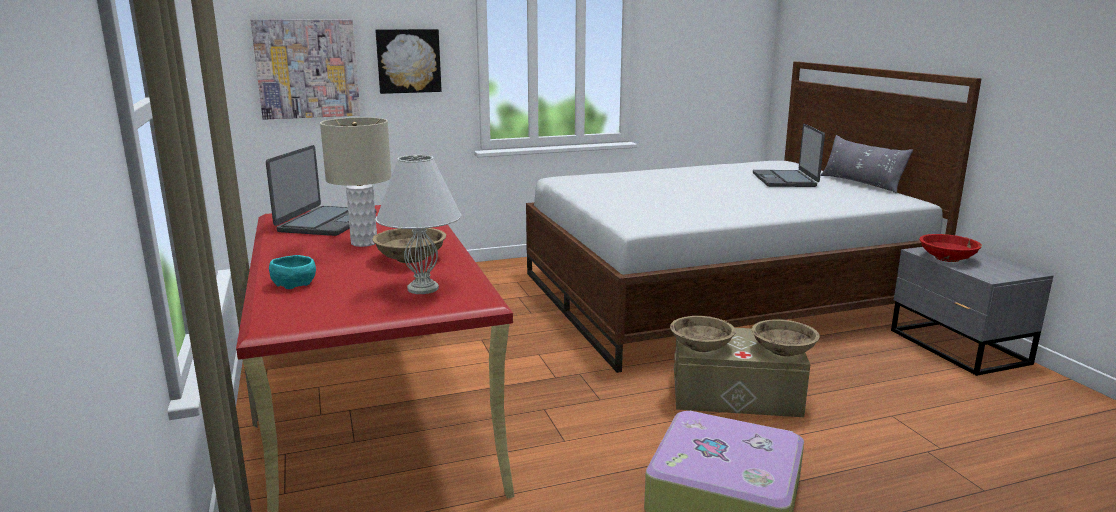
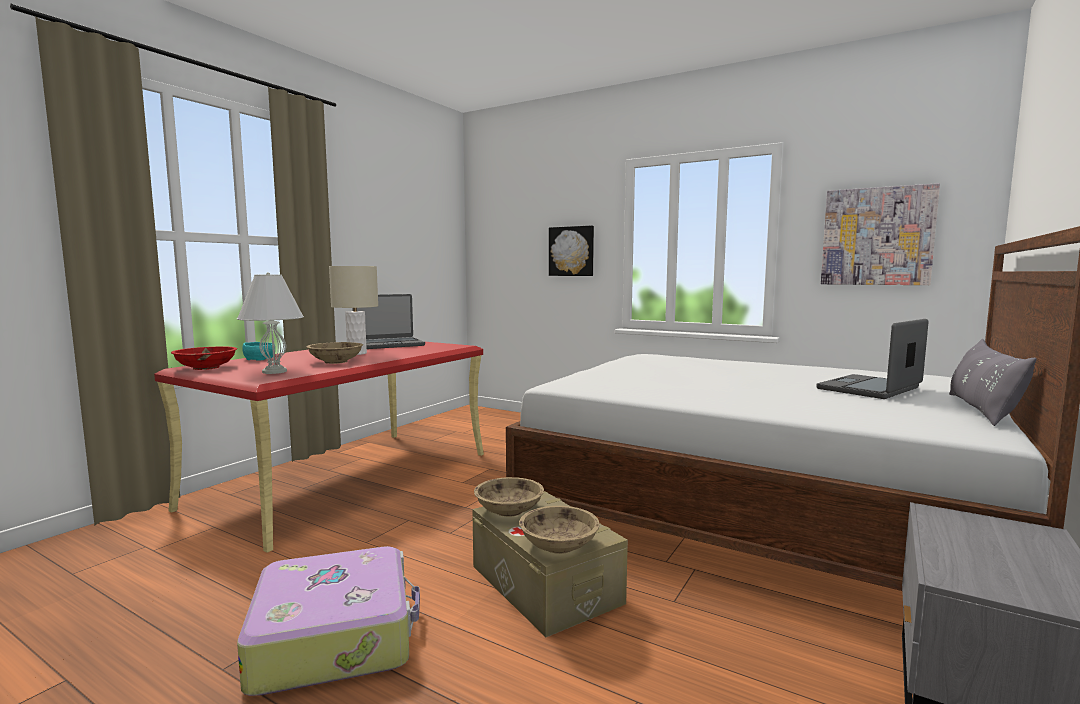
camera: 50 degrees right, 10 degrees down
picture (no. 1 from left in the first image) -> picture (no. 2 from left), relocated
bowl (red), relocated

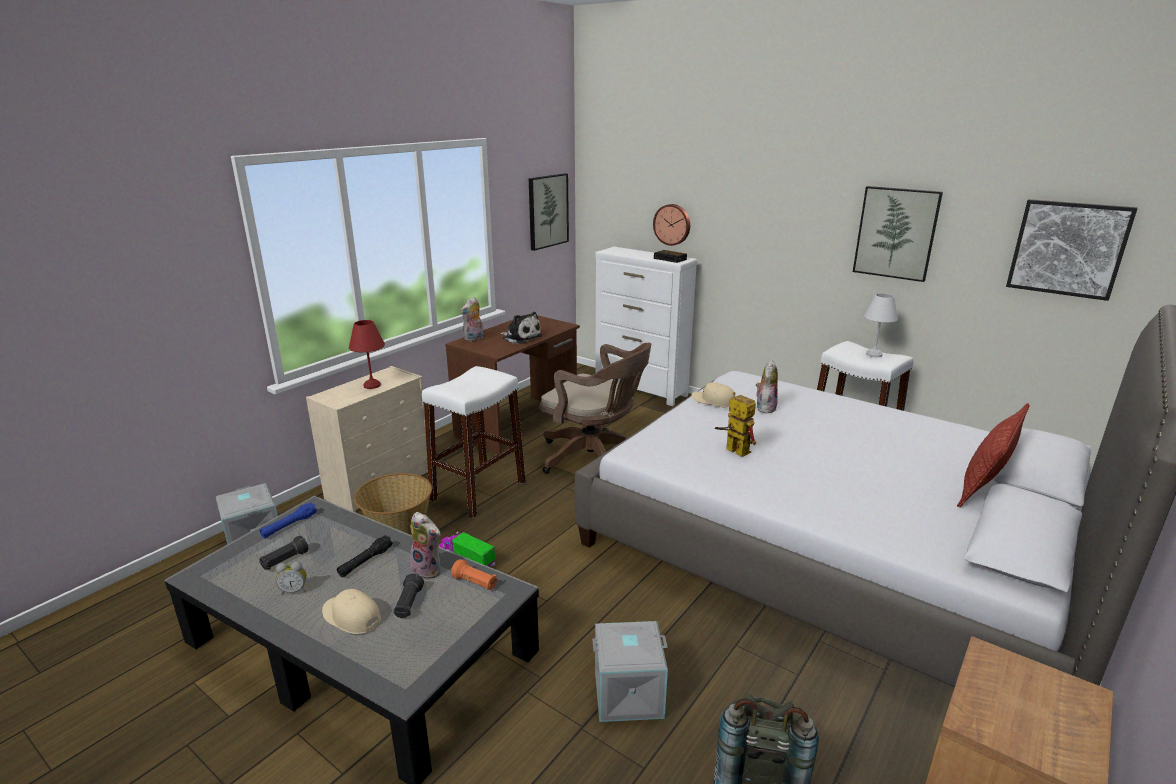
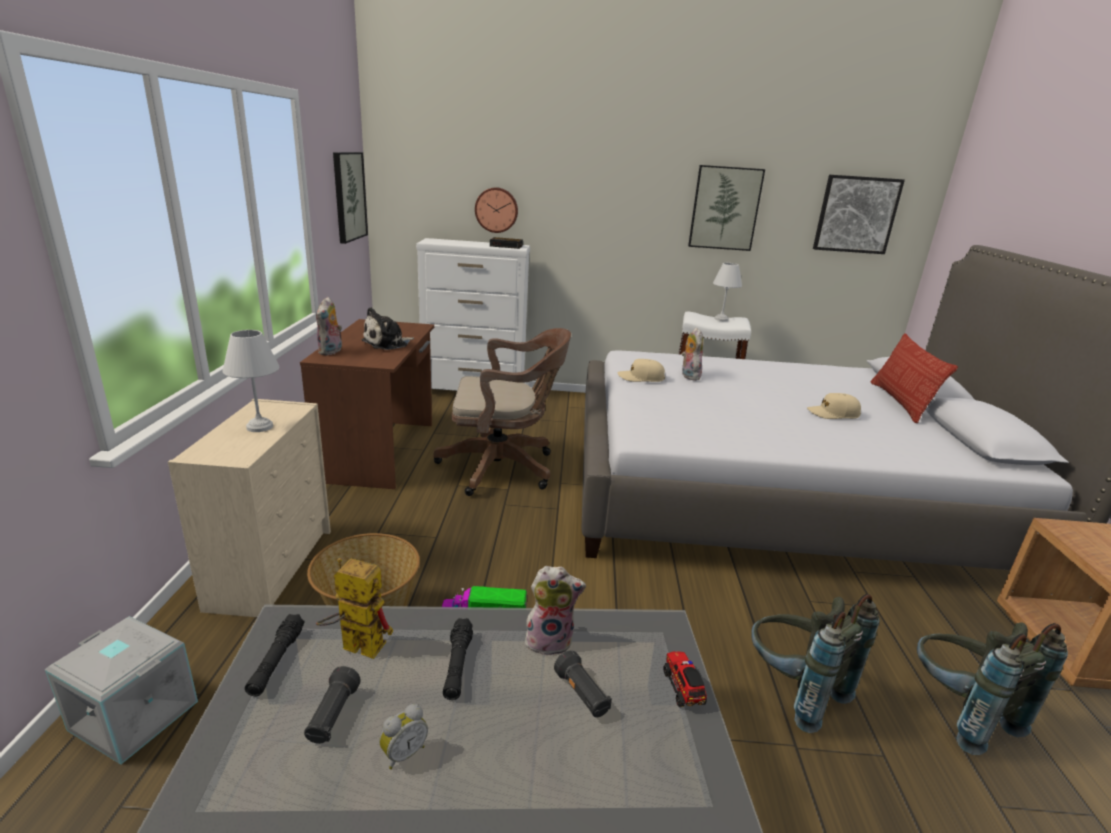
camera: 35 degrees left, 0 degrees up
stool (white) (no. 1 from left) -> none
flashlight (orange) -> none
none -> toy truck (no. 2 from left)
cap (beige) (no. 1 from left in the first image) -> cap (beige) (no. 2 from left), relocated
toy robot, relocated
storage box (grey) (no. 2 from left) -> backpack (grey) (no. 1 from left)
flashlight (blue) -> flashlight (black) (no. 1 from left)
table lamp (red) -> table lamp (white) (no. 1 from left)
plush toy (no. 3 from left in the first image) -> plush toy (no. 2 from left), 135 degrees clockwise

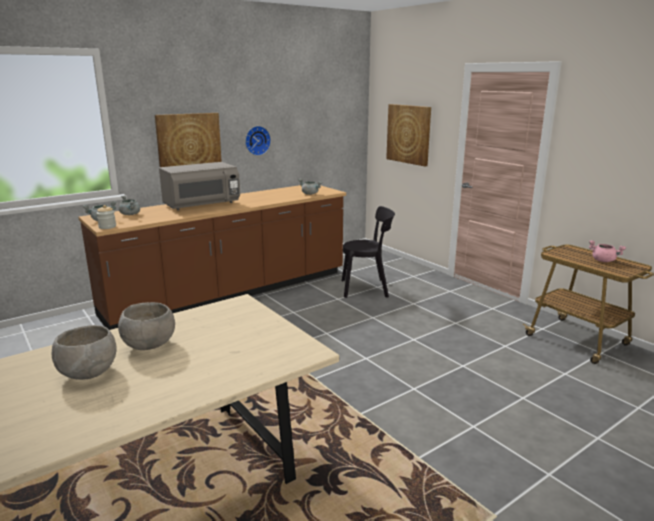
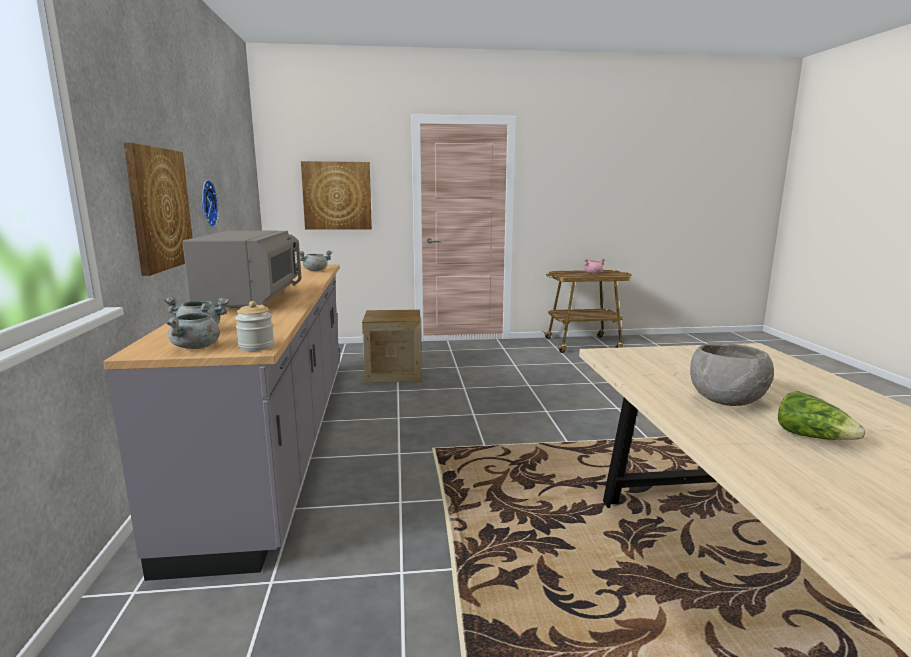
camera: 60 degrees left, 5 degrees down
bowl (grey) (no. 1 from left) -> lettuce
chair (black) -> crate
counter (brown) -> counter (grey)

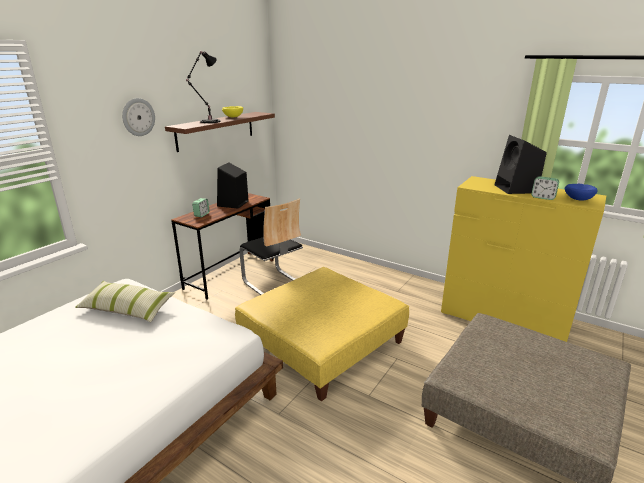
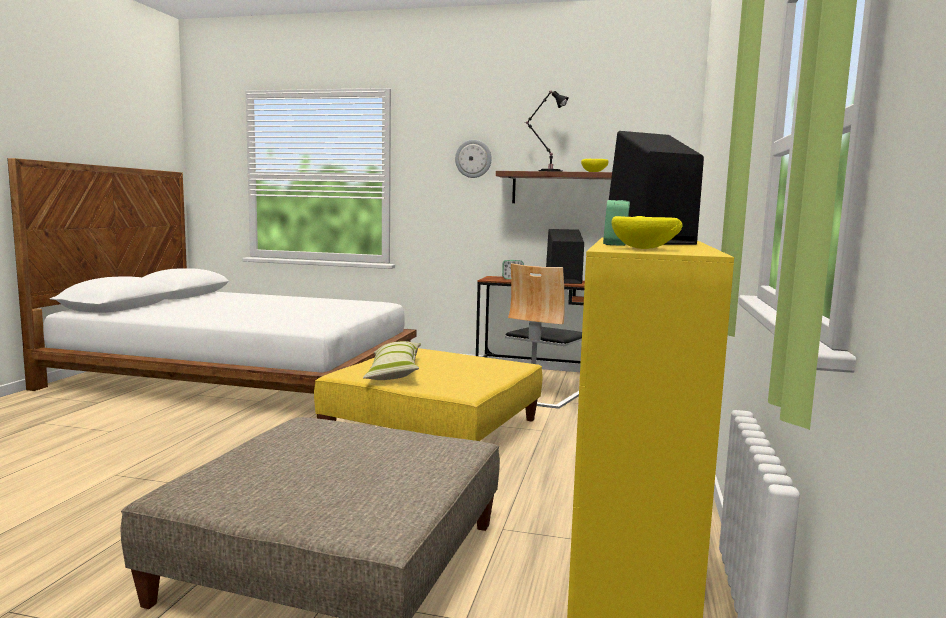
camera: 70 degrees right, 15 degrees down
pillow, relocated
bowl (blue) -> bowl (yellow) (no. 2 from left)

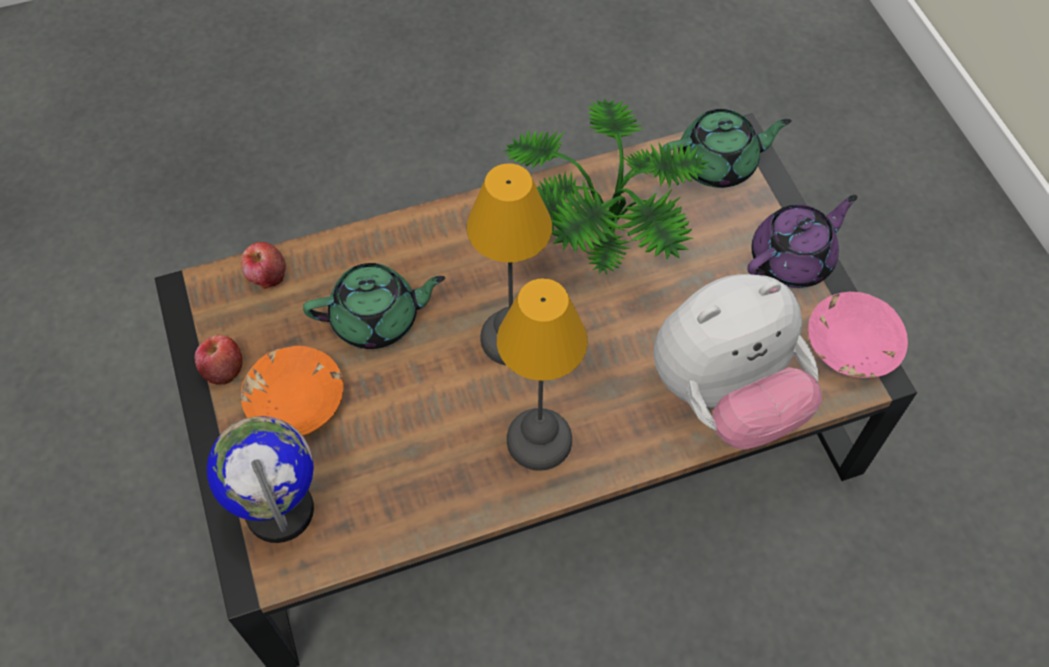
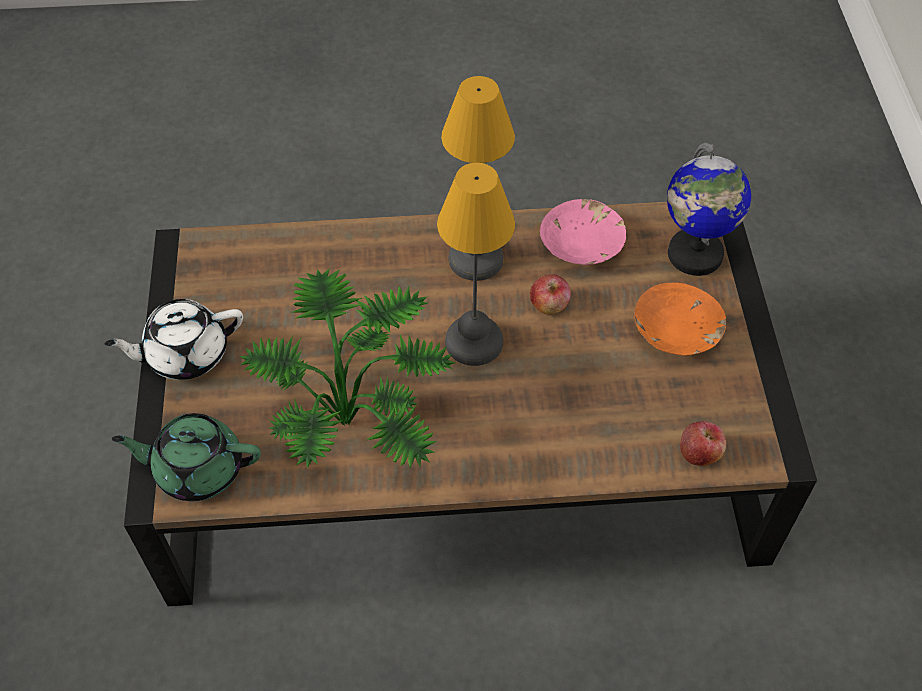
camera: 165 degrees left, 5 degrees down
teapot (green) (no. 1 from left) -> none
plush toy -> none
apple (no. 1 from left), relocated
bowl (pink), relocated
teapot (purple) -> teapot (white)

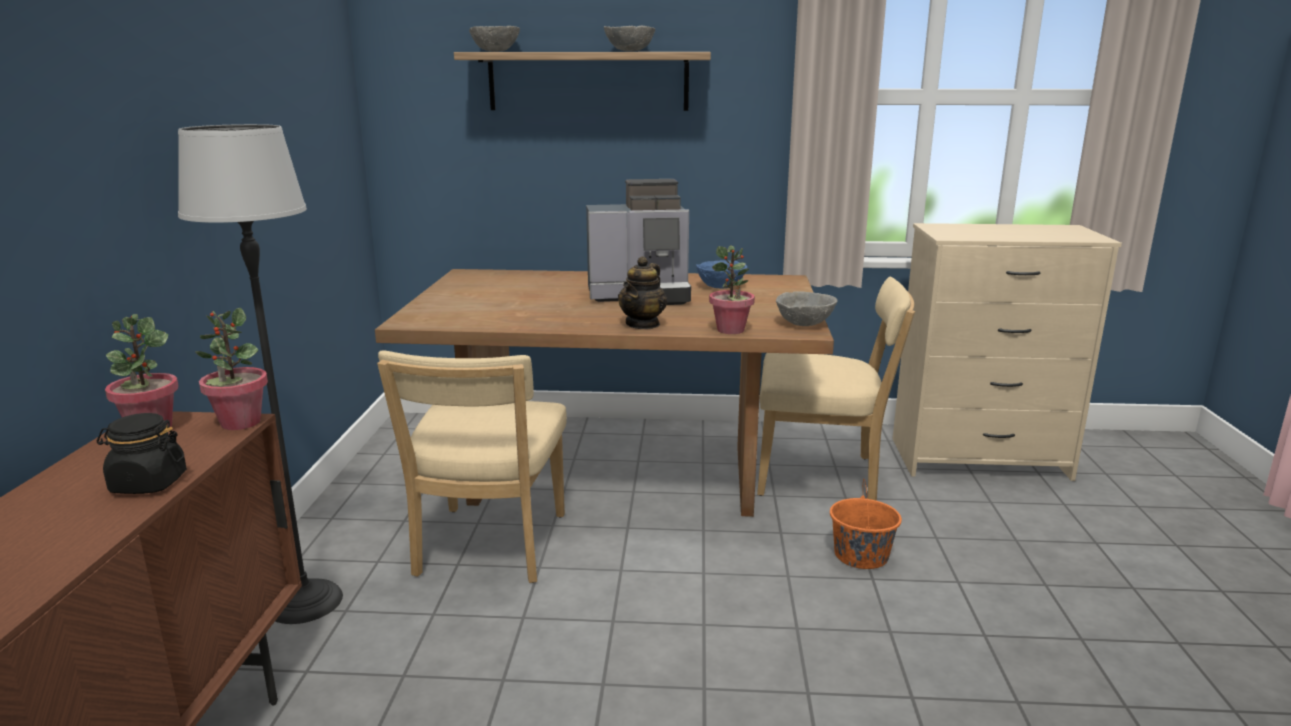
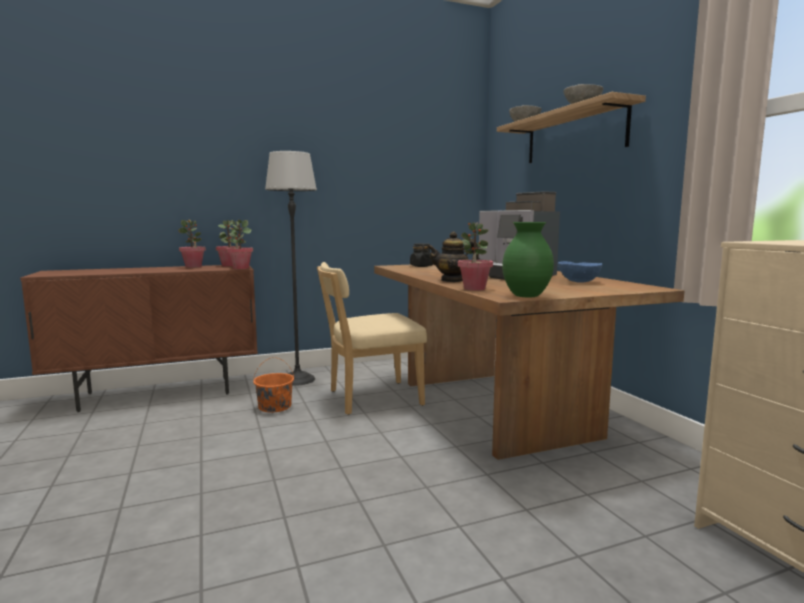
camera: 65 degrees right, 10 degrees down
chair (beige) (no. 2 from left) -> none
none -> potted plant (no. 1 from left)
jar (black), relocated
bucket (orange), relocated
bowl (grey) (no. 3 from left) -> vase (green)

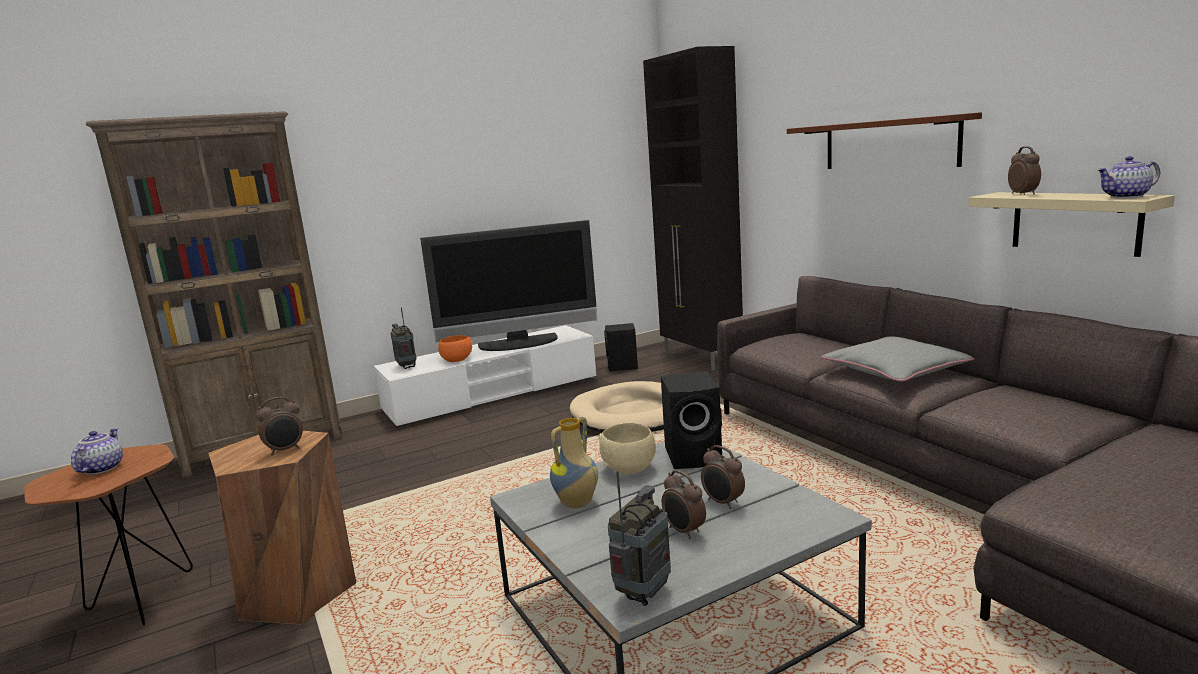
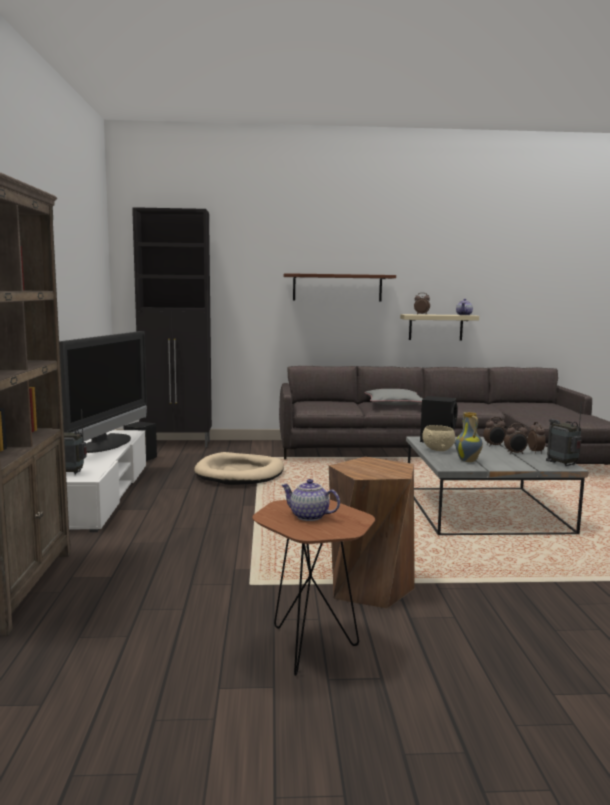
camera: 65 degrees left, 5 degrees down
bowl (orange) -> none
alarm clock (no. 1 from left in the first image) -> alarm clock (no. 4 from left), relocated

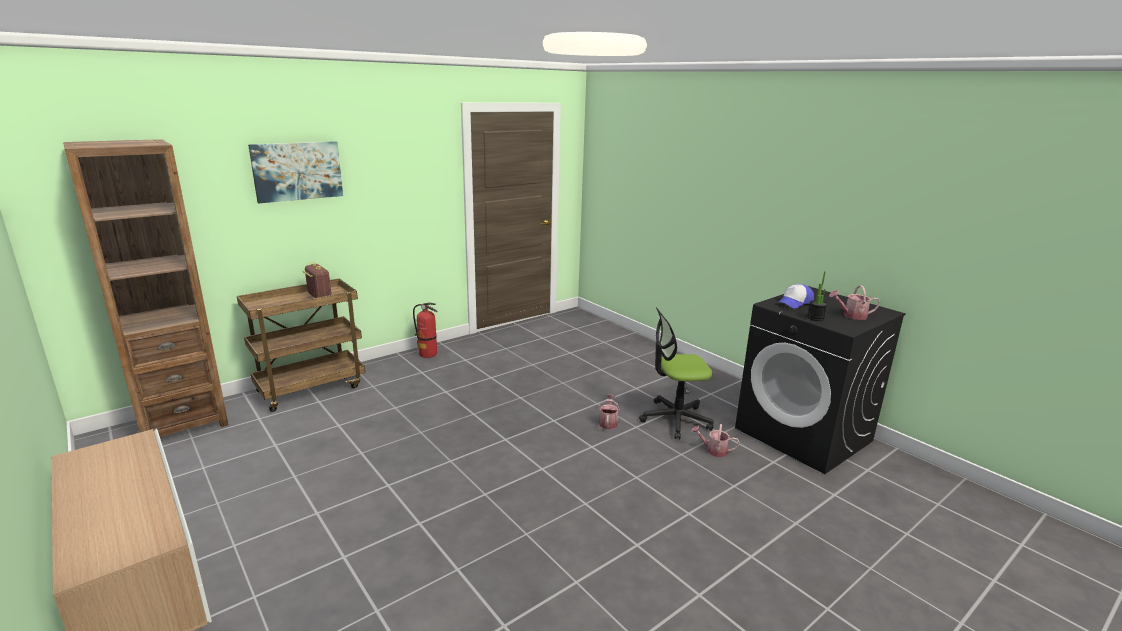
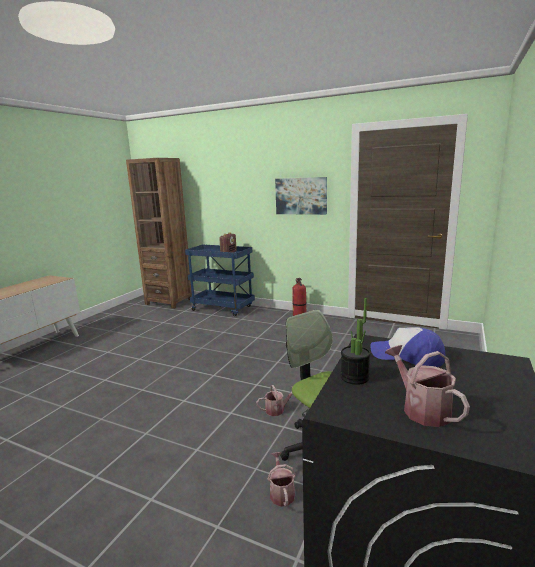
camera: 65 degrees right, 5 degrees down
picture, relocated
cart (brown) -> cart (blue)

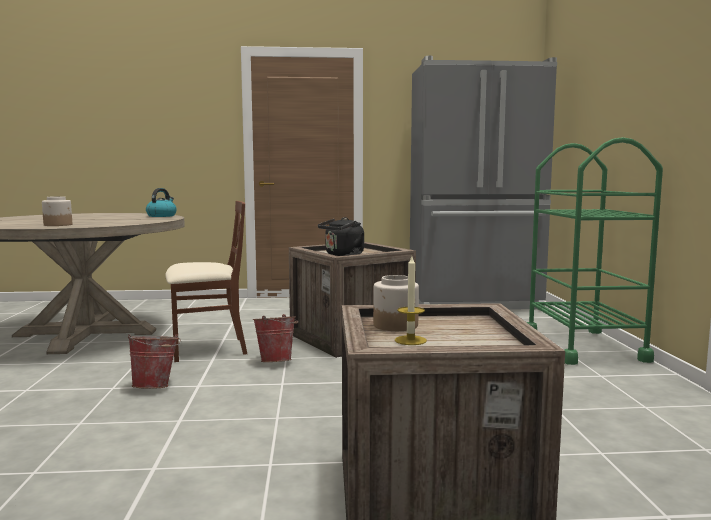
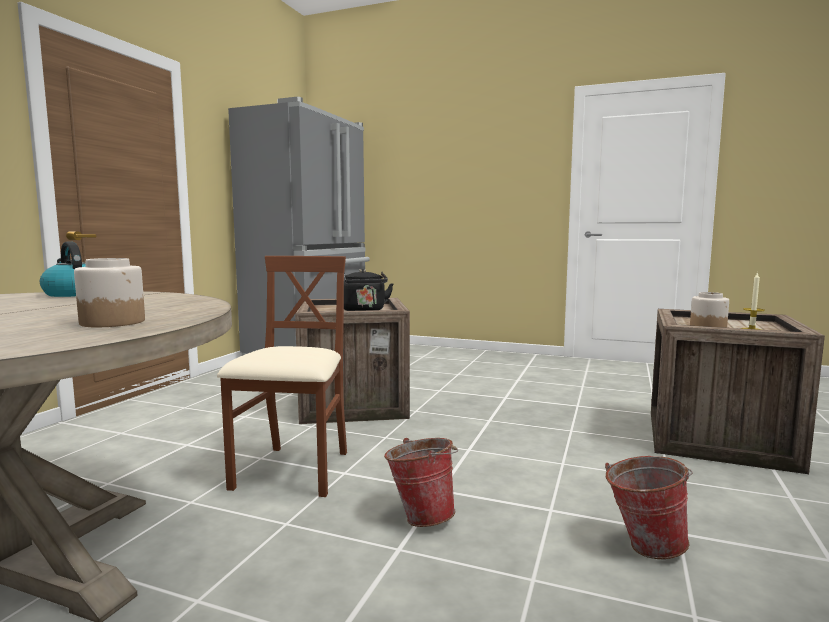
camera: 65 degrees left, 0 degrees up
cart (green) -> none
bucket (no. 2 from left), relocated

